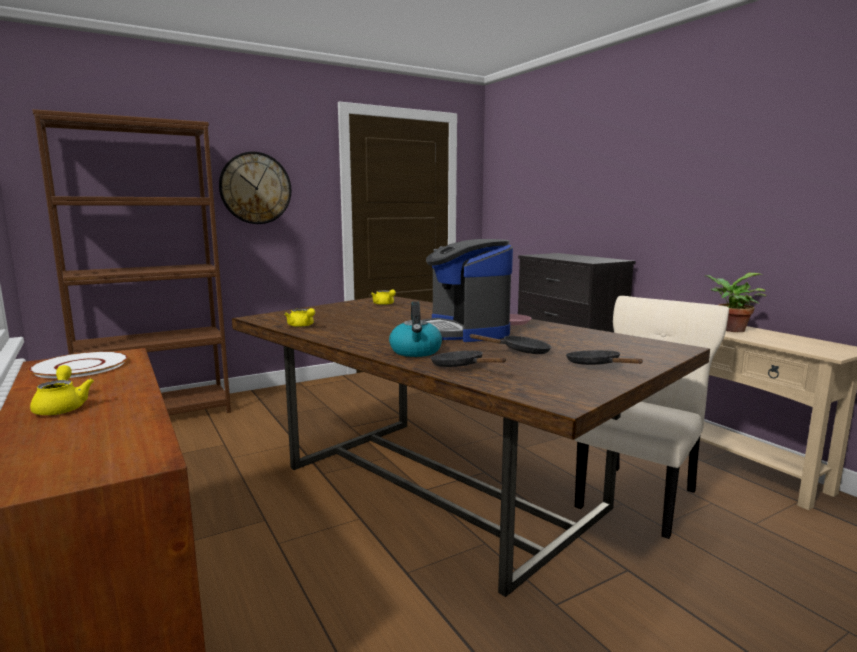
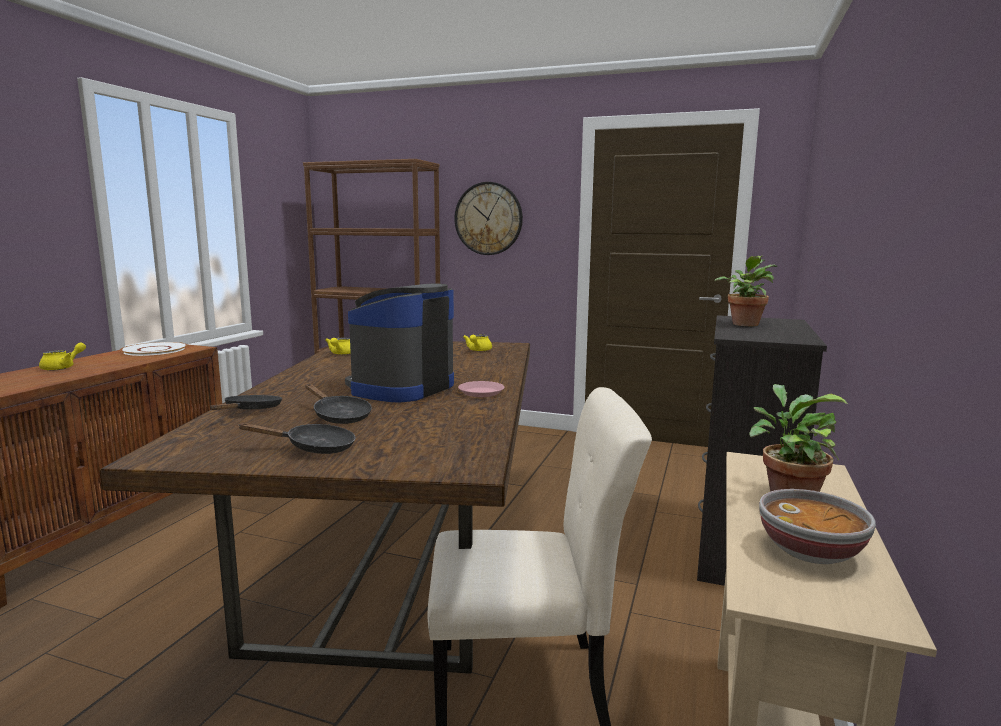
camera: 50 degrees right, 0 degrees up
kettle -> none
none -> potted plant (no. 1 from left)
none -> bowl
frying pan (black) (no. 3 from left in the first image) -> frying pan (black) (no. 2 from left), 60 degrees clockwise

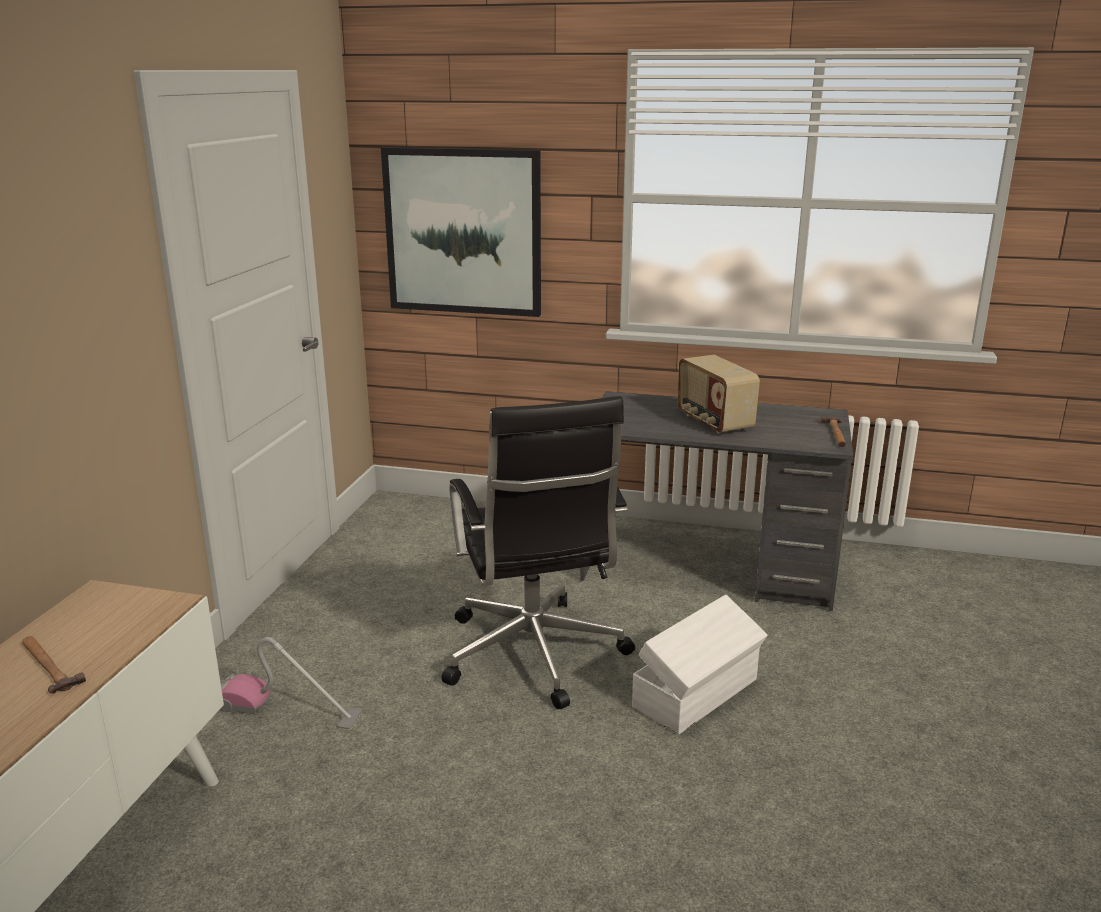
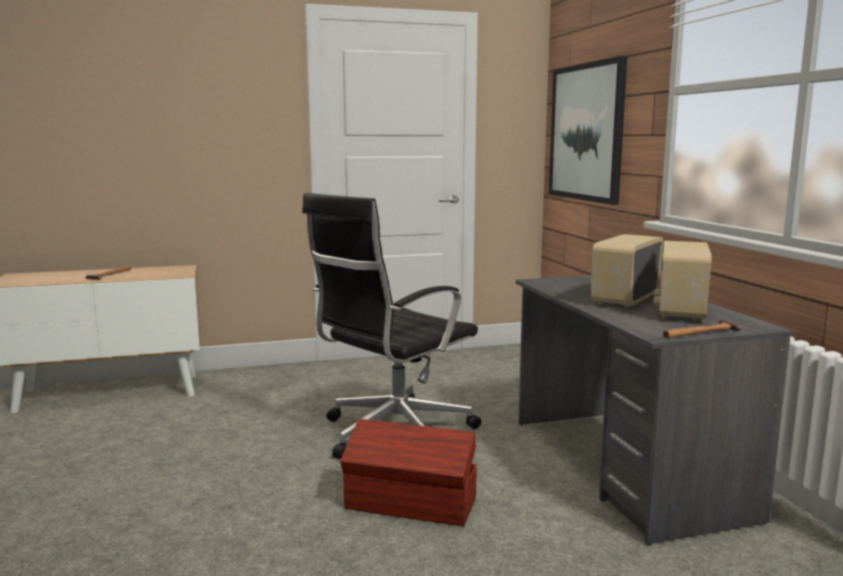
camera: 60 degrees right, 10 degrees down
vacuum cleaner -> none
none -> radio (no. 2 from left)
storage box (white) -> storage box (brown)

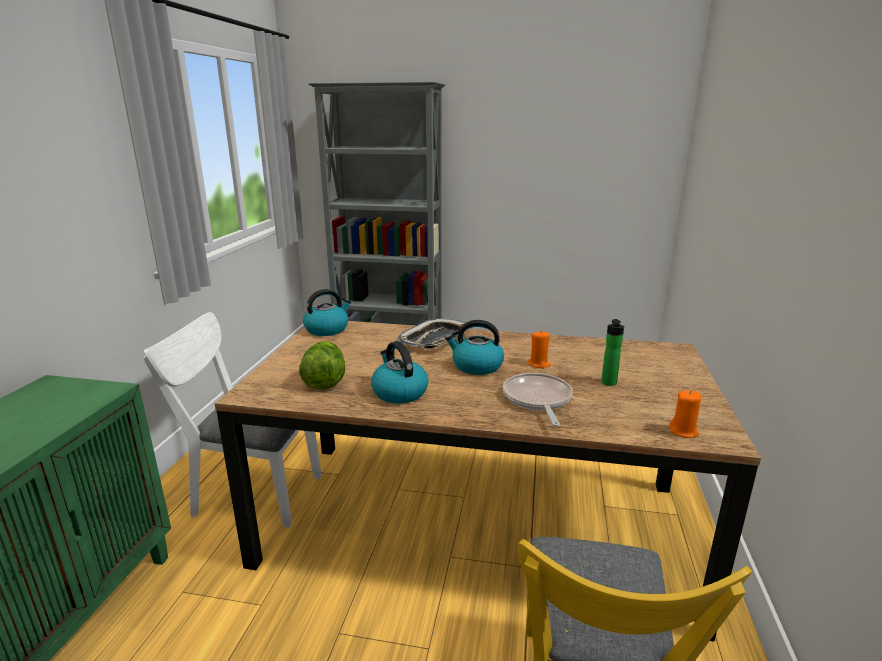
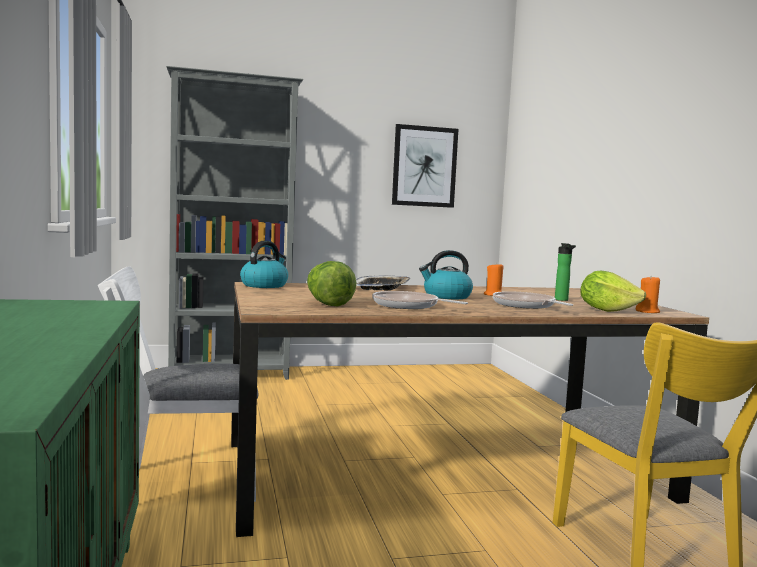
camera: 25 degrees left, 15 degrees down
none -> picture
none -> lettuce (no. 2 from left)
kettle (no. 2 from left) -> frying pan (no. 1 from left)

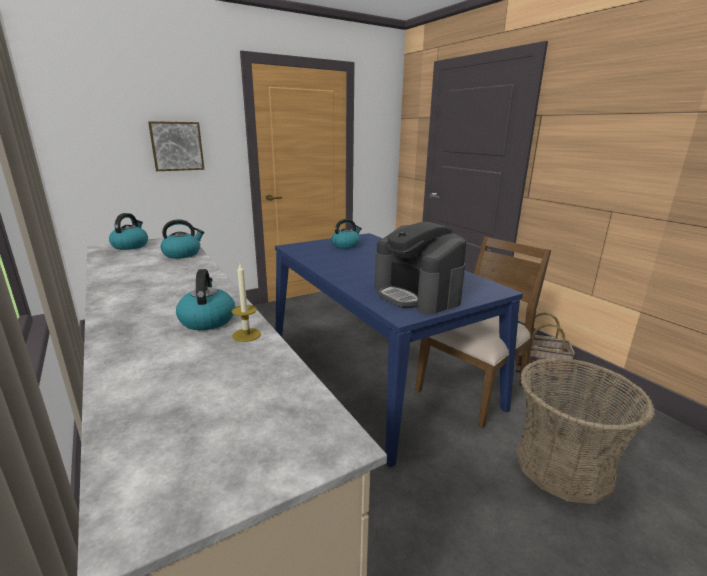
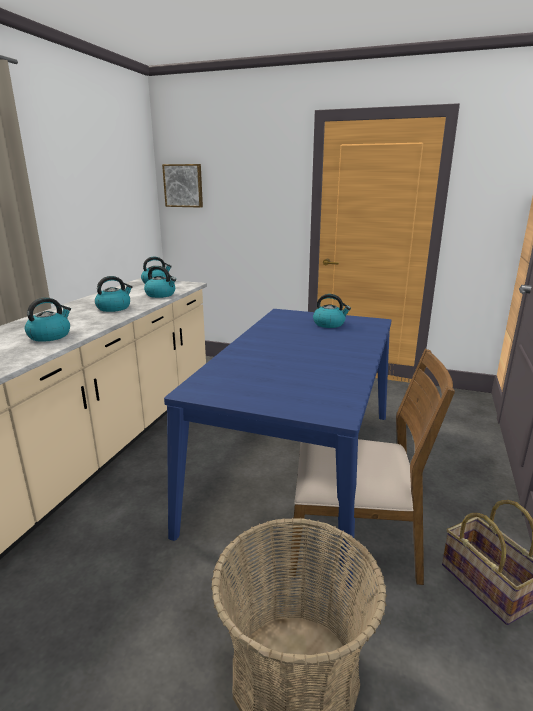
camera: 50 degrees right, 0 degrees up
candle -> none
coffee machine -> none
none -> kettle (no. 2 from left)
picture, relocated

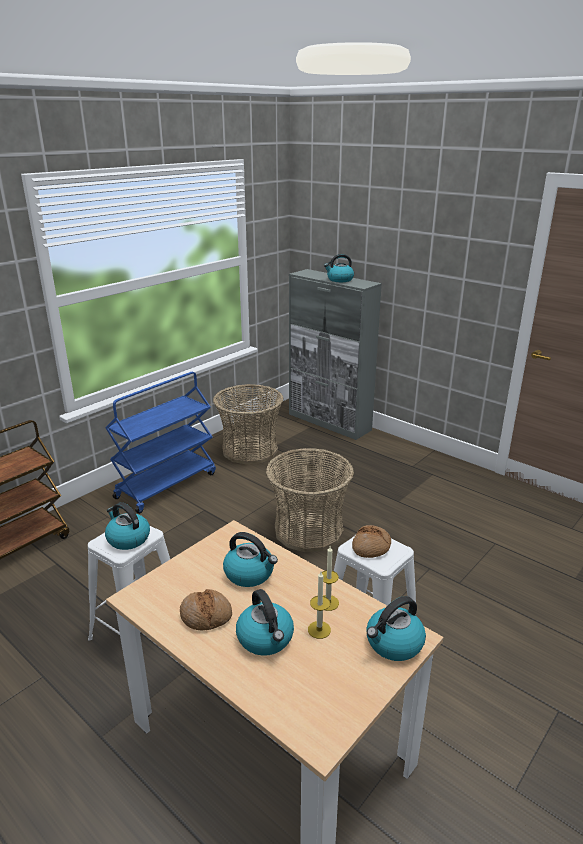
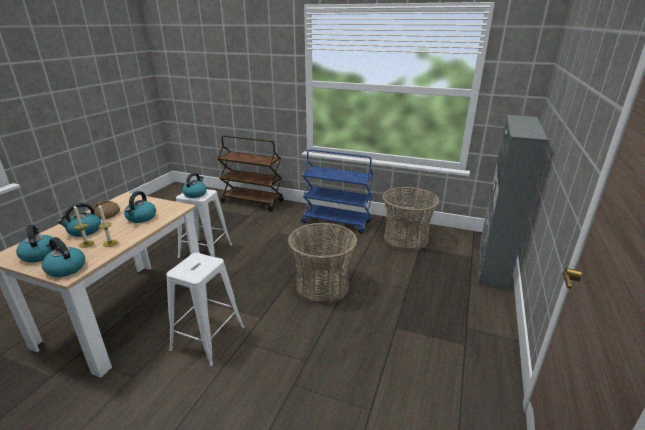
camera: 70 degrees right, 0 degrees up
bread (no. 2 from left) -> none
kettle (no. 4 from left in the first image) -> kettle (no. 1 from left), relocated

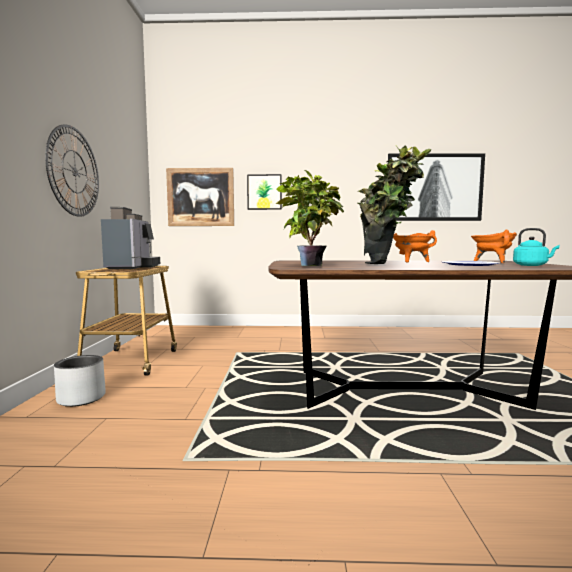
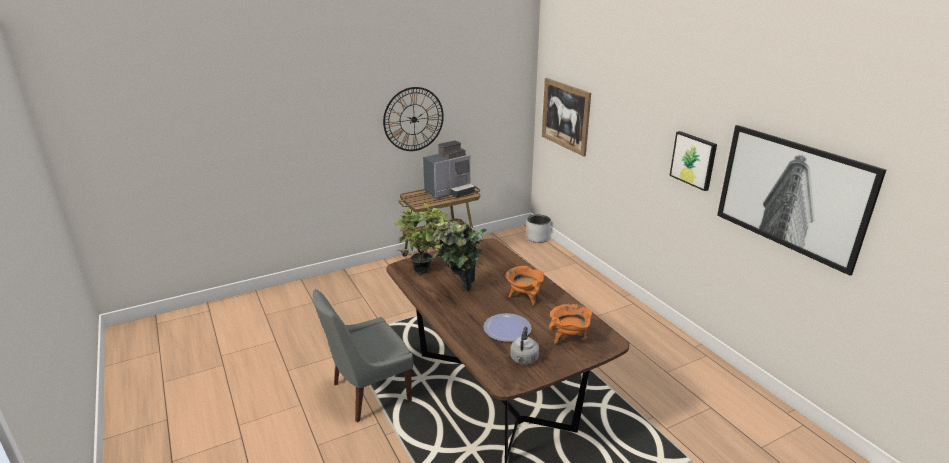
camera: 60 degrees right, 20 degrees up
none -> chair (grey)
planter (grey), relocated
picture (no. 2 from left), relocated
kettle (turquoise) -> kettle (grey)

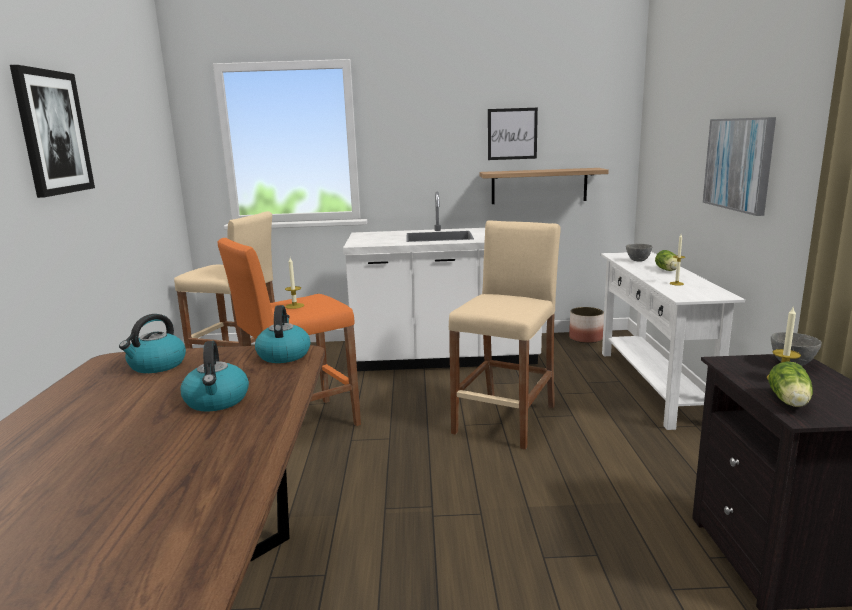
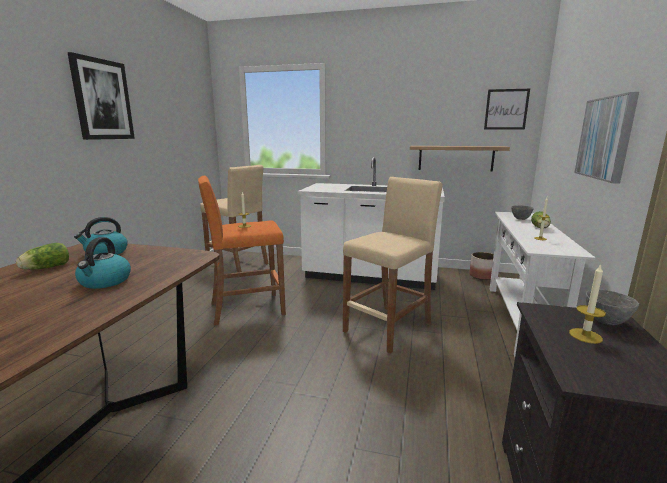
camera: 15 degrees right, 0 degrees up
kettle (no. 3 from left) -> none
picture (no. 2 from left), relocated
lettuce (no. 2 from left in the first image) -> lettuce (no. 1 from left), relocated

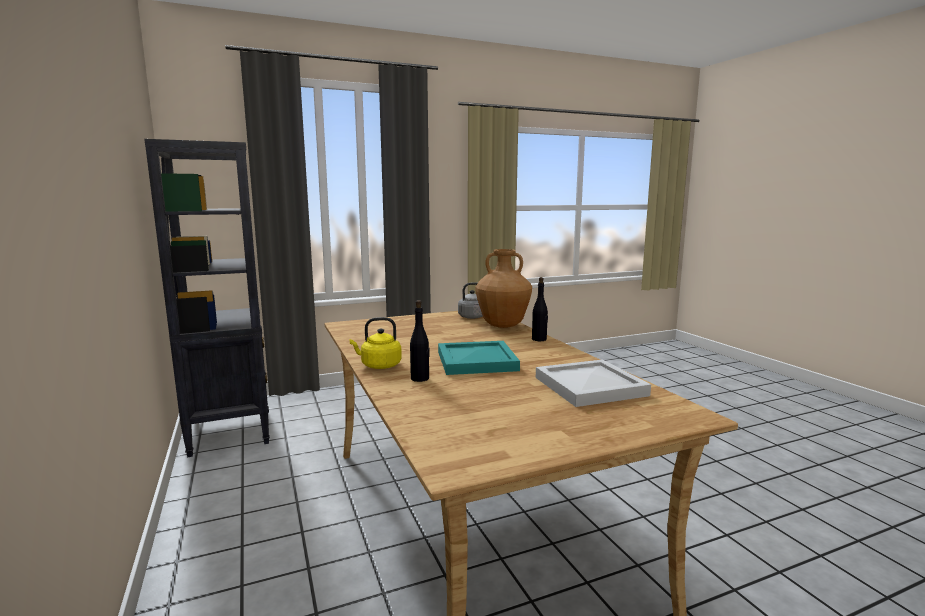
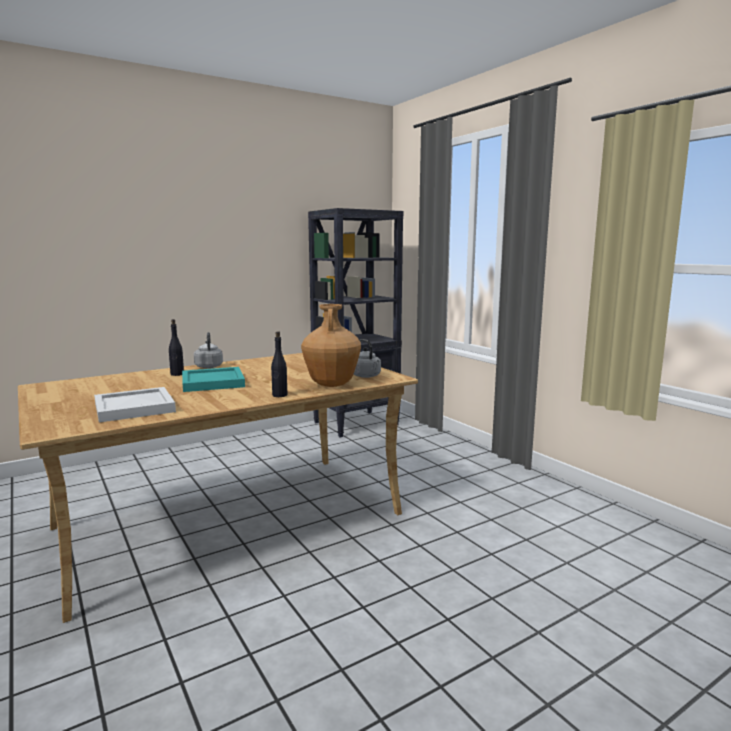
camera: 80 degrees right, 0 degrees up
kettle (yellow) -> kettle (grey) (no. 1 from left)

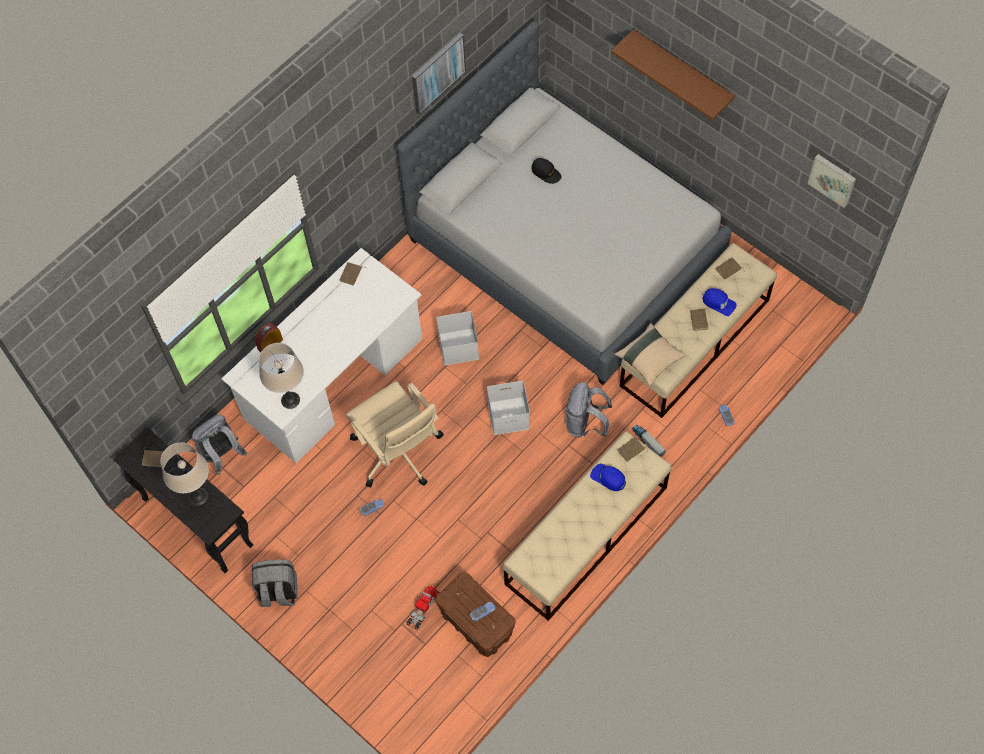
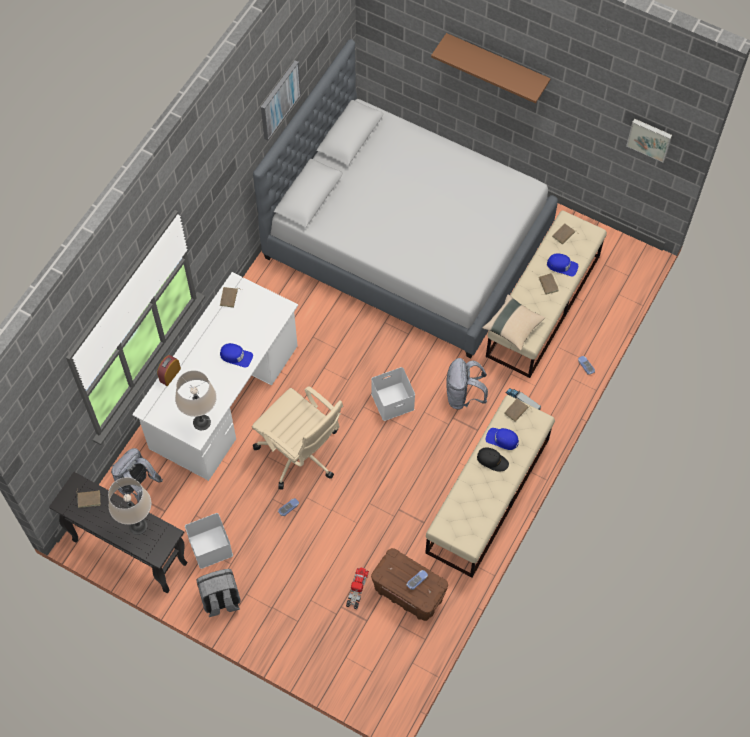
camera: 15 degrees left, 0 degrees up
none -> cap (blue) (no. 1 from left)
storage box (white) (no. 1 from left), relocated
cap (black), relocated

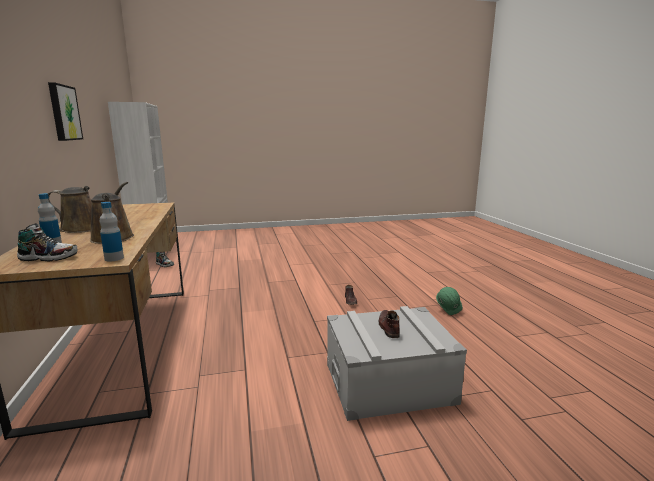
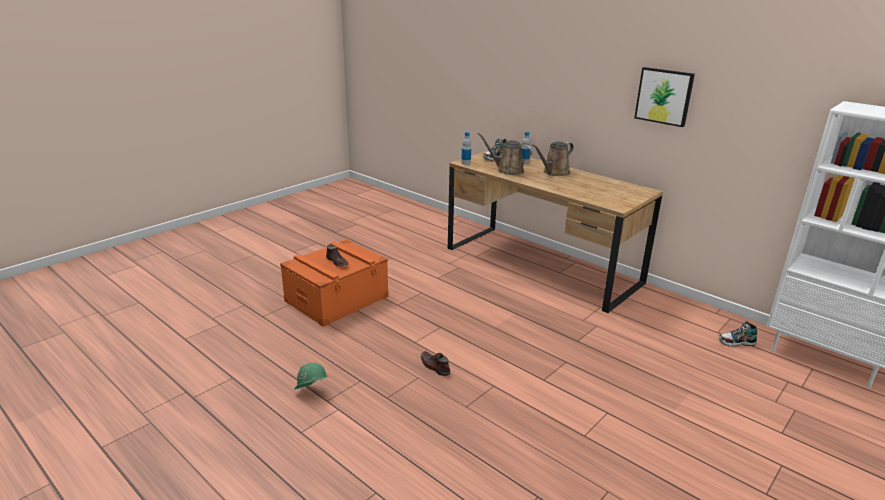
camera: 145 degrees right, 10 degrees up
storage box (grey) -> storage box (orange)

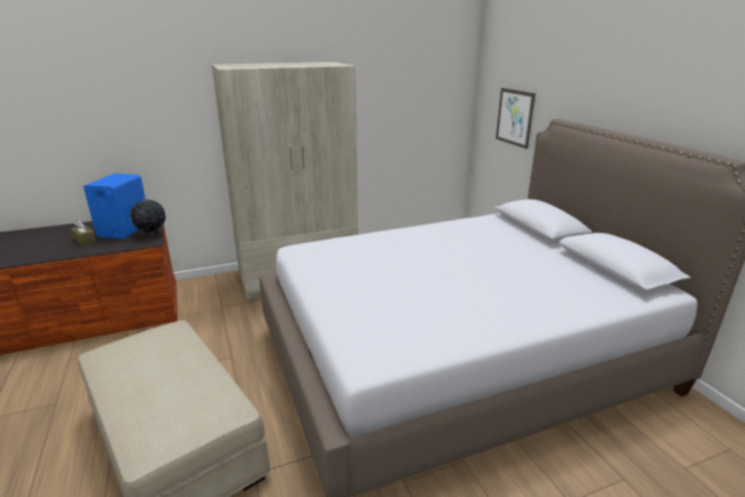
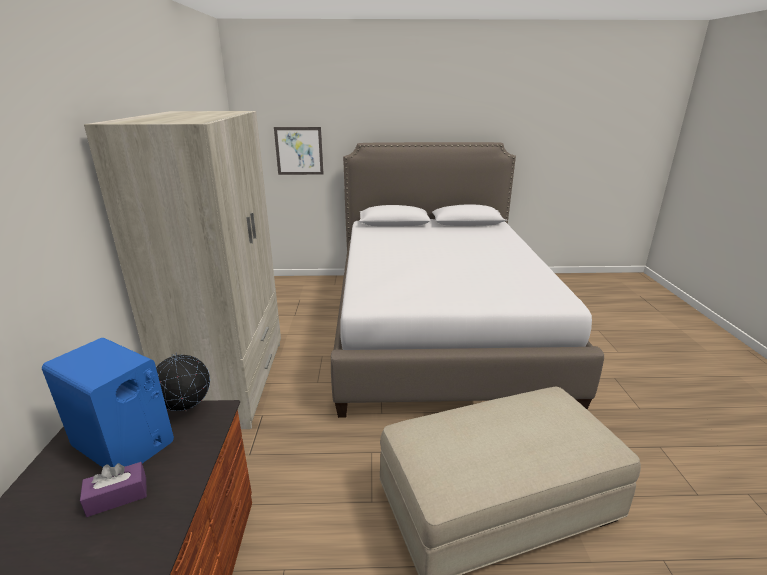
camera: 70 degrees left, 0 degrees up
tissue box (brown) -> tissue box (purple)

